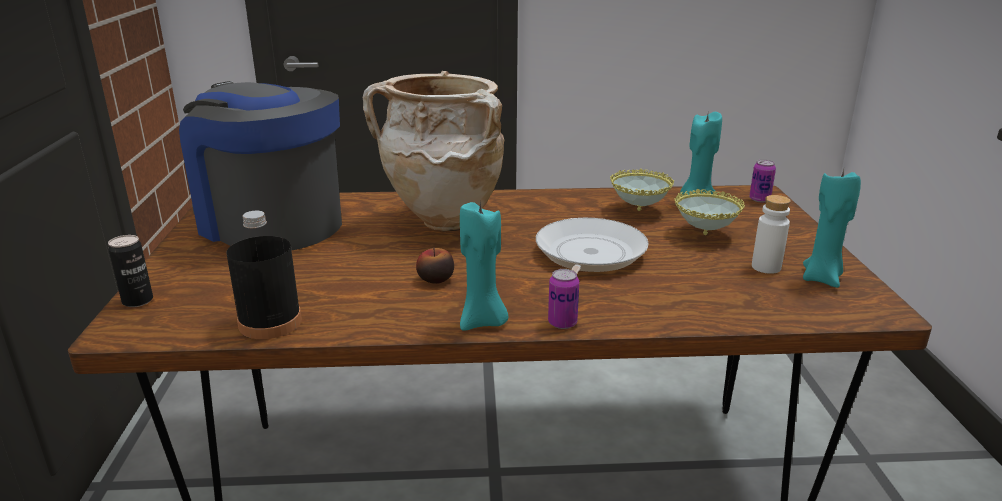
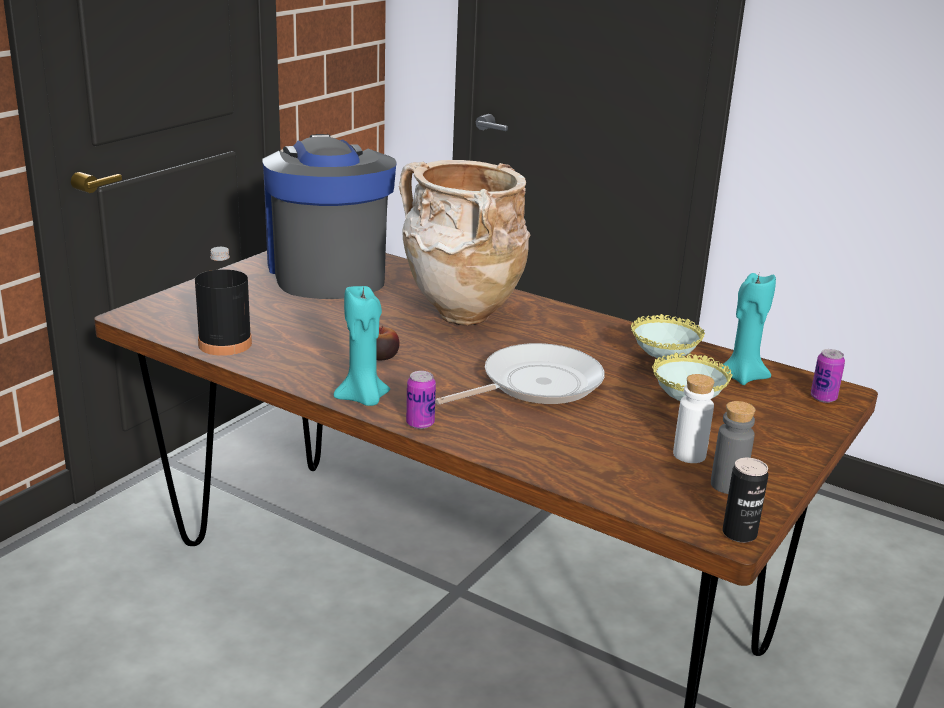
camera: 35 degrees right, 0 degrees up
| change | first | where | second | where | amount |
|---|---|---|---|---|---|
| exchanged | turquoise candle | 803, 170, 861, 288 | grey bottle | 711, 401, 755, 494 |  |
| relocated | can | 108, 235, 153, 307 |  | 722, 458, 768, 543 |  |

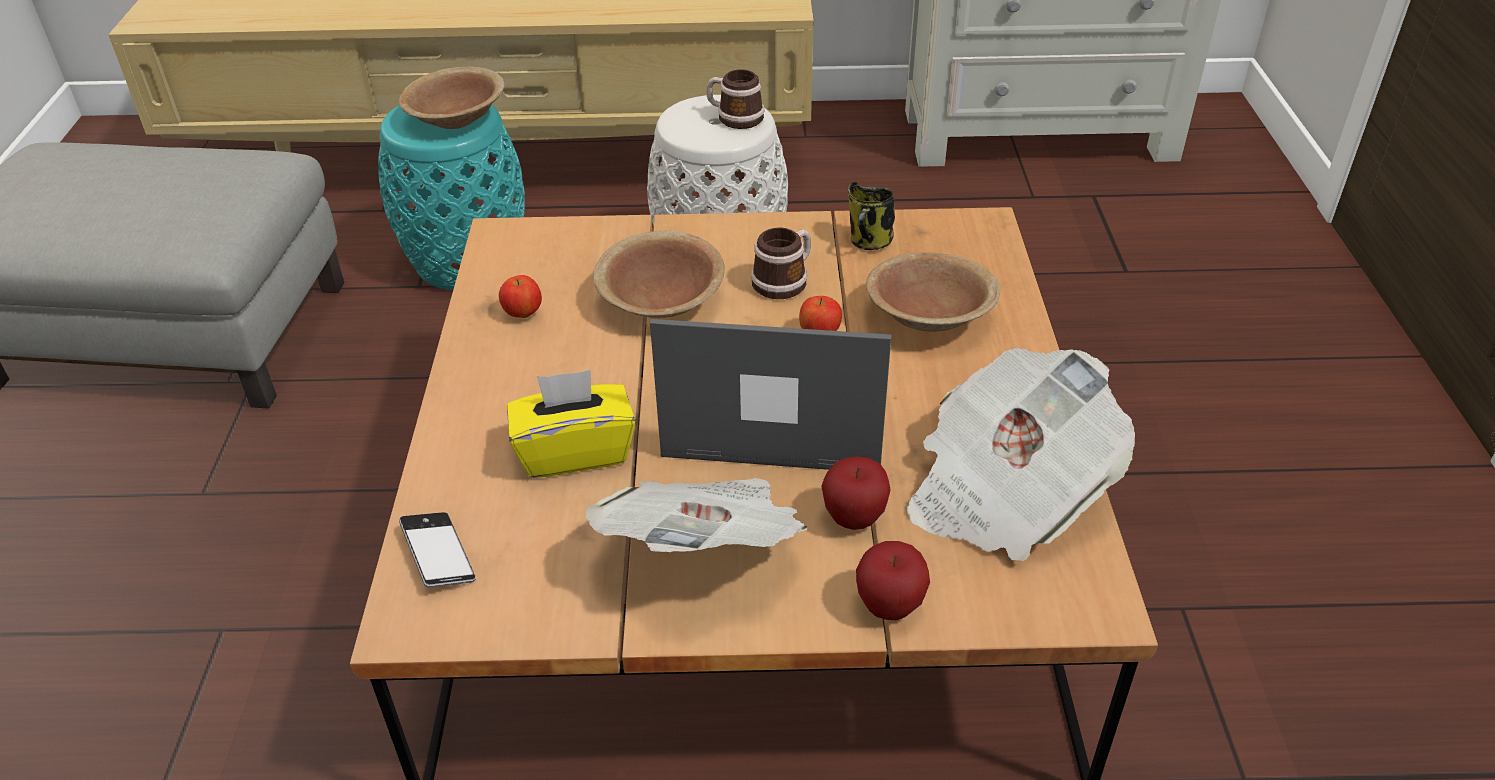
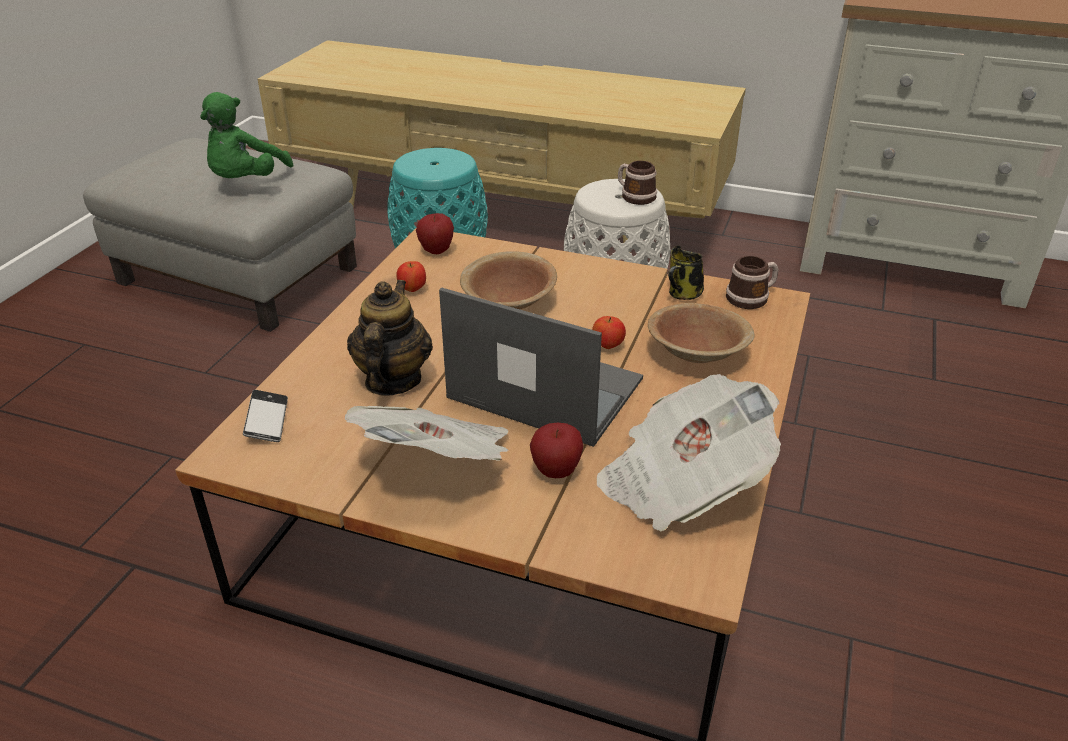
camera: 20 degrees right, 5 degrees down
| change | first | where | second | where | amount |
|---|---|---|---|---|---|
| missing | brown bowl | 399, 67, 505, 129 |  |  |  |
| relocated | mug | 751, 228, 811, 299 |  | 726, 256, 778, 309 |  |
| exchanged | yellow tissue box | 507, 370, 635, 478 | teapot | 347, 280, 433, 395 |  |
| relocated | apple | 856, 541, 930, 620 |  | 416, 213, 454, 254 |  |
| appeared |  |  | green plush toy | 200, 92, 294, 178 |  |

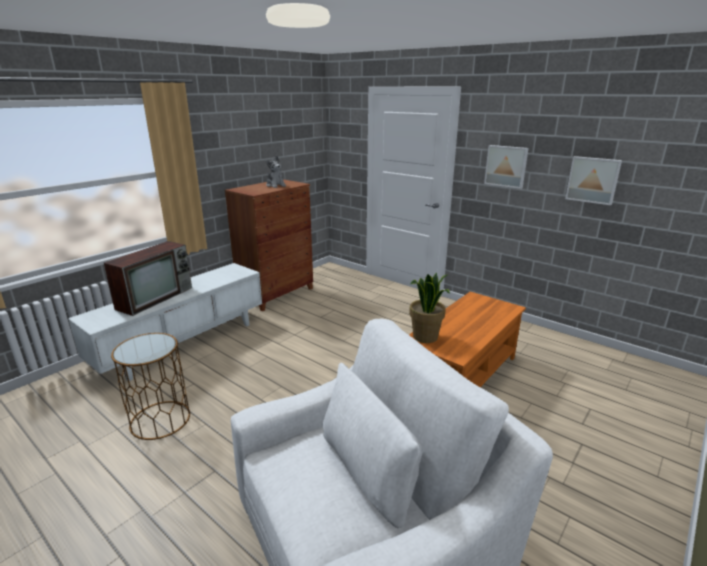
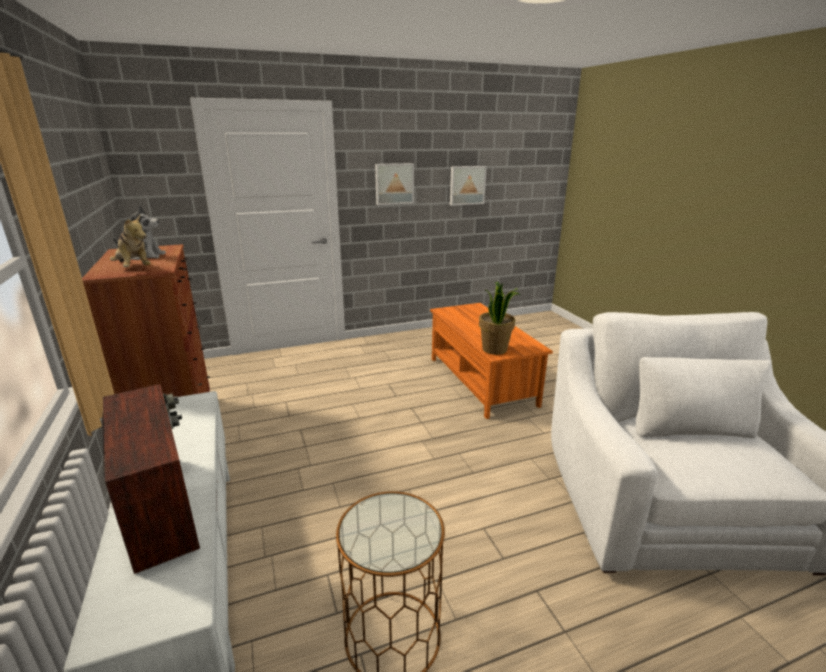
camera: 60 degrees left, 0 degrees up
| change | first | where | second | where | amount |
|---|---|---|---|---|---|
| appeared |  |  | plush toy | 110, 215, 151, 267 |  |

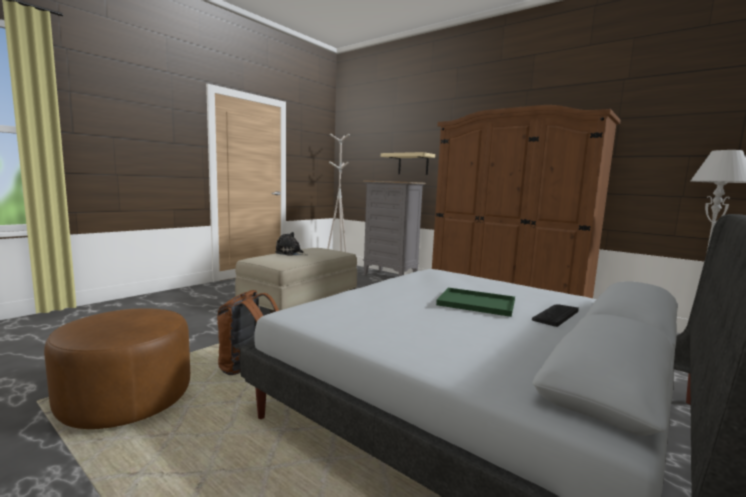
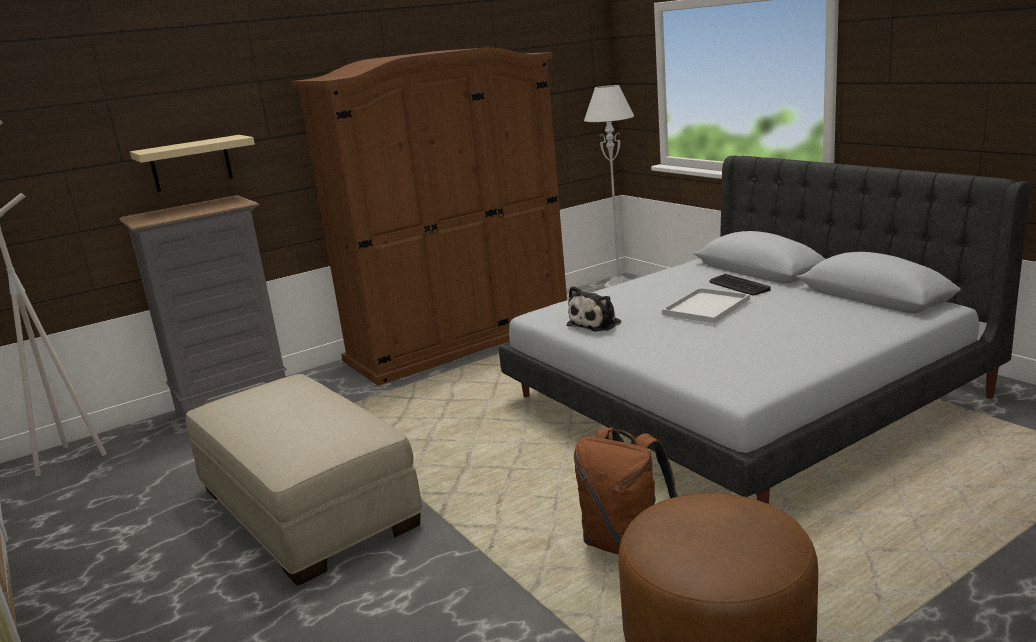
camera: 70 degrees left, 10 degrees up
| change | first | where | second | where | amount |
|---|---|---|---|---|---|
| relocated | plush toy | 275, 232, 308, 256 |  | 567, 286, 621, 332 |  |
| colour | green tray | 436, 288, 515, 317 | white tray | 662, 288, 750, 323 |  |

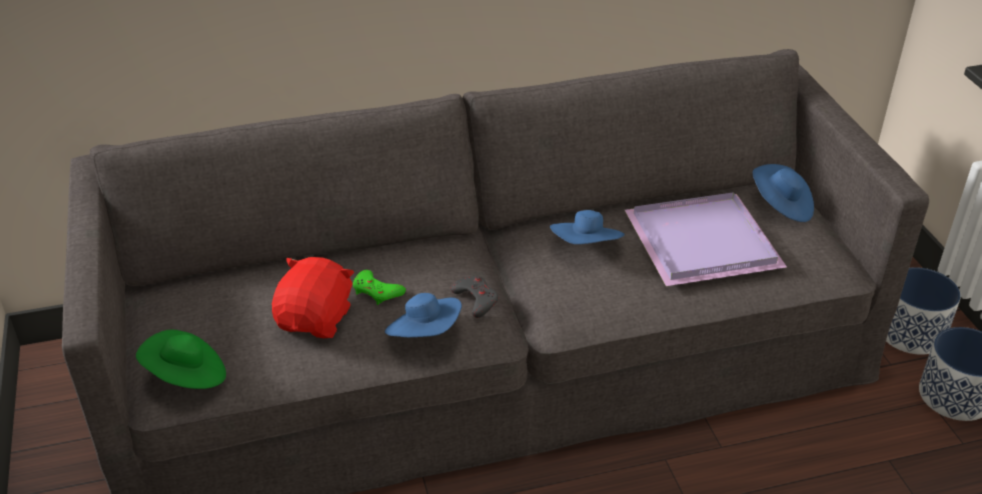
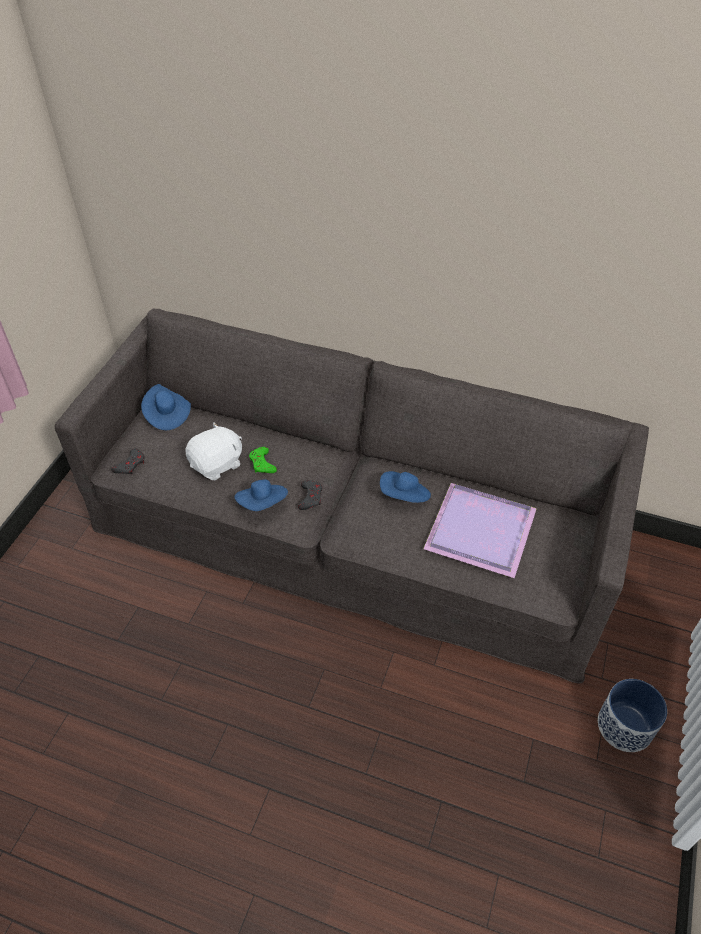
camera: 35 degrees right, 10 degrees up
| change | first | where | second | where | amount |
|---|---|---|---|---|---|
| relocated | blue hat | 753, 164, 814, 222 |  | 141, 384, 191, 430 |  |
| colour | red plush toy | 272, 257, 354, 338 | white plush toy | 185, 422, 242, 480 |  |
| missing | planter | 886, 267, 961, 355 |  |  |  |
| exchanged | green hat | 136, 329, 226, 389 | grey game controller | 111, 448, 145, 475 |  |

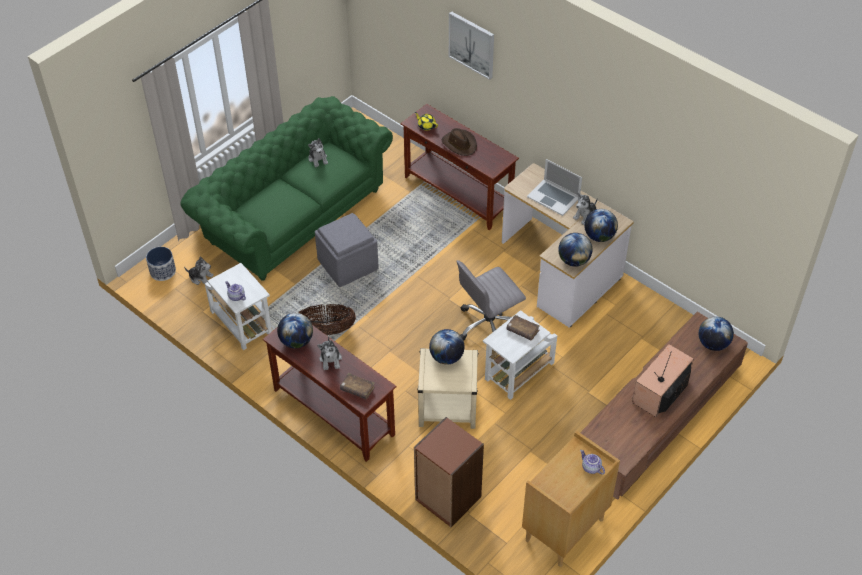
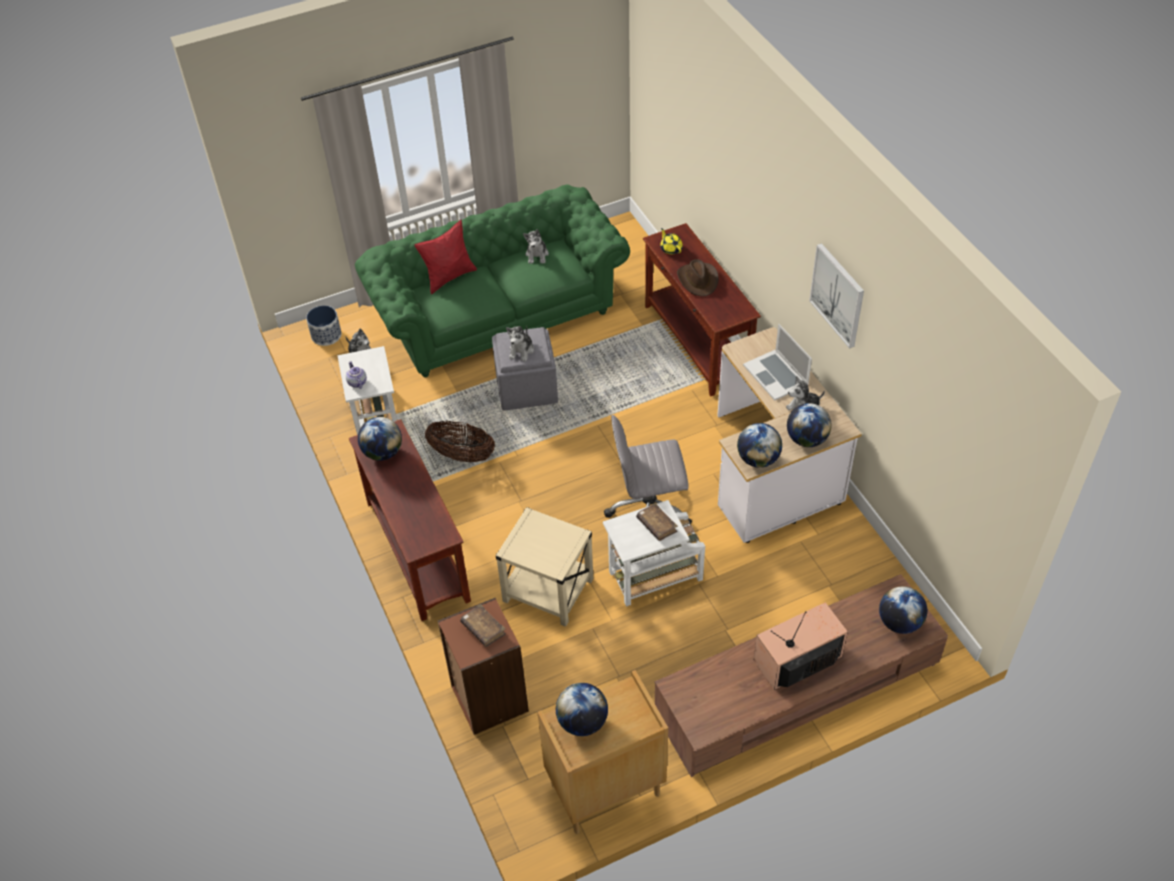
camera: 25 degrees right, 0 degrees up
| change | first | where | second | where | amount |
|---|---|---|---|---|---|
| relocated | picture | 449, 11, 494, 80 |  | 809, 243, 864, 349 |  |
| relocated | globe | 429, 329, 465, 364 |  | 556, 683, 608, 736 |  |
| relocated | plush toy | 317, 337, 342, 370 |  | 506, 326, 534, 362 |  |
| relocated | brown book | 340, 373, 375, 399 |  | 460, 604, 506, 647 |  |
| missing | teapot | 580, 450, 605, 475 |  |  |  |
| appeared |  |  | red pillow | 415, 220, 477, 294 |  |

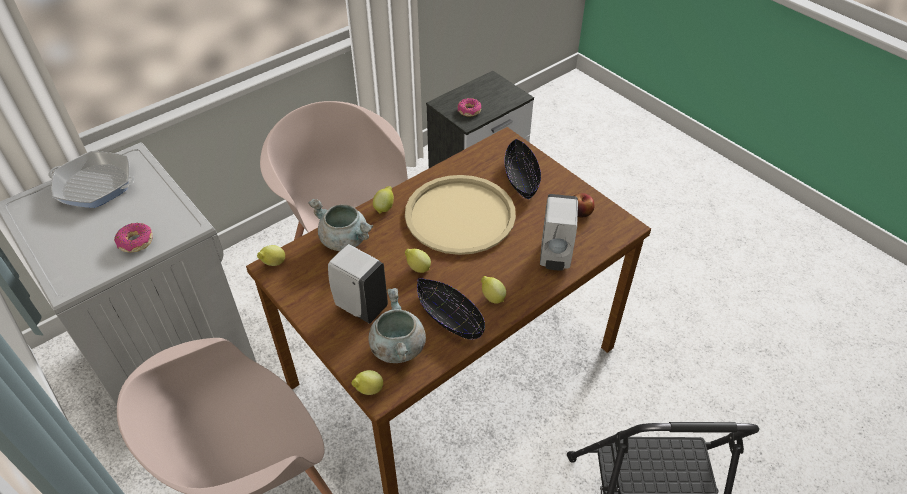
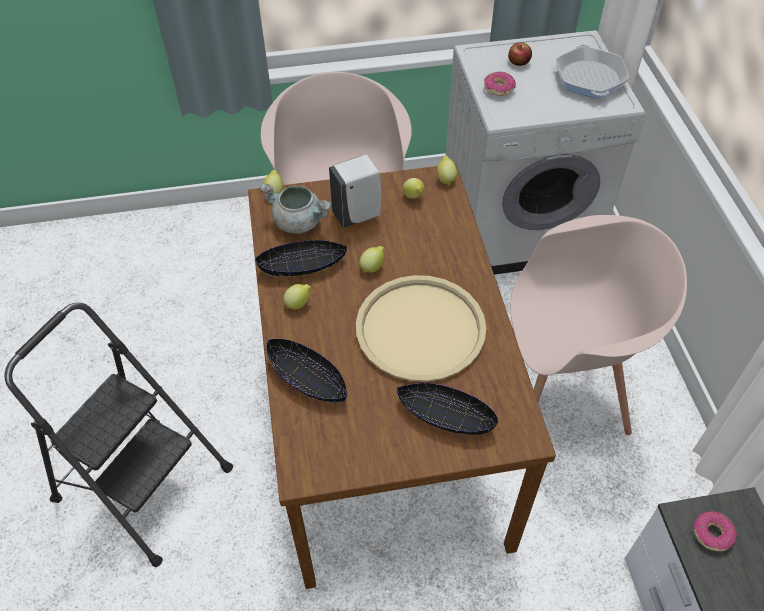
camera: 120 degrees right, 5 degrees up
| change | first | where | second | where | amount |
|---|---|---|---|---|---|
| spun | frying pan | 48, 151, 135, 208 |  | 556, 44, 630, 98 | 135 degrees clockwise |
| relocated | lemon | 373, 186, 394, 214 |  | 403, 178, 424, 199 |  |
| relocated | apple | 574, 193, 595, 217 |  | 508, 42, 532, 66 |  |
| exchanged | white soap dispenser | 540, 194, 578, 271 | black bowl | 266, 339, 347, 403 |  |
| missing | grey cooking pot | 308, 199, 373, 251 |  |  |  |

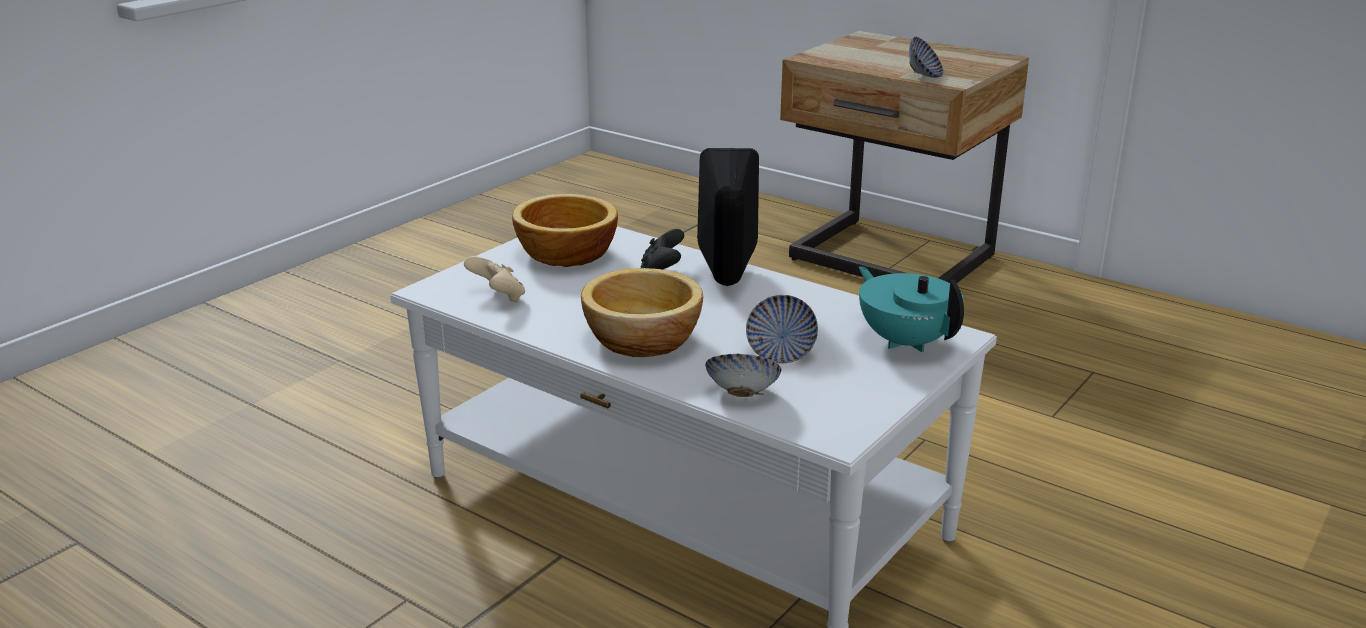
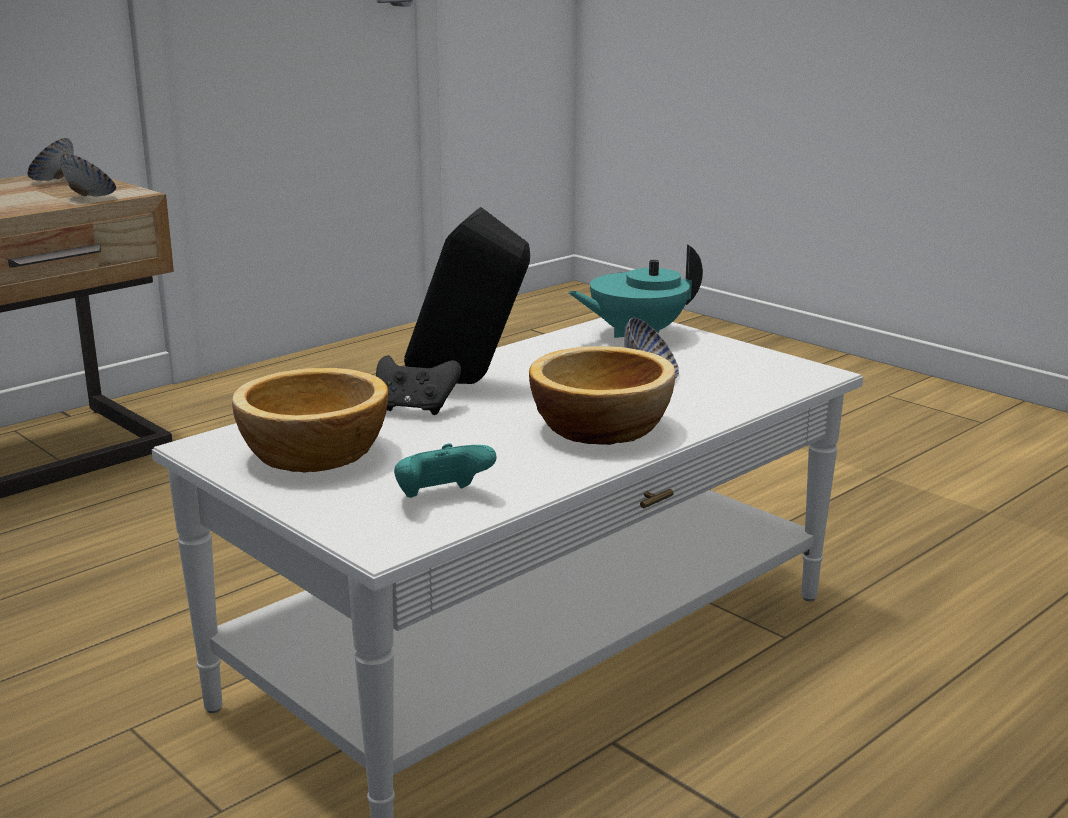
camera: 80 degrees left, 5 degrees down
| change | first | where | second | where | amount |
|---|---|---|---|---|---|
| colour | beige game controller | 464, 256, 525, 303 | turquoise game controller | 394, 444, 497, 498 |  |
| relocated | bowl | 705, 353, 782, 397 |  | 27, 138, 73, 181 |  |

